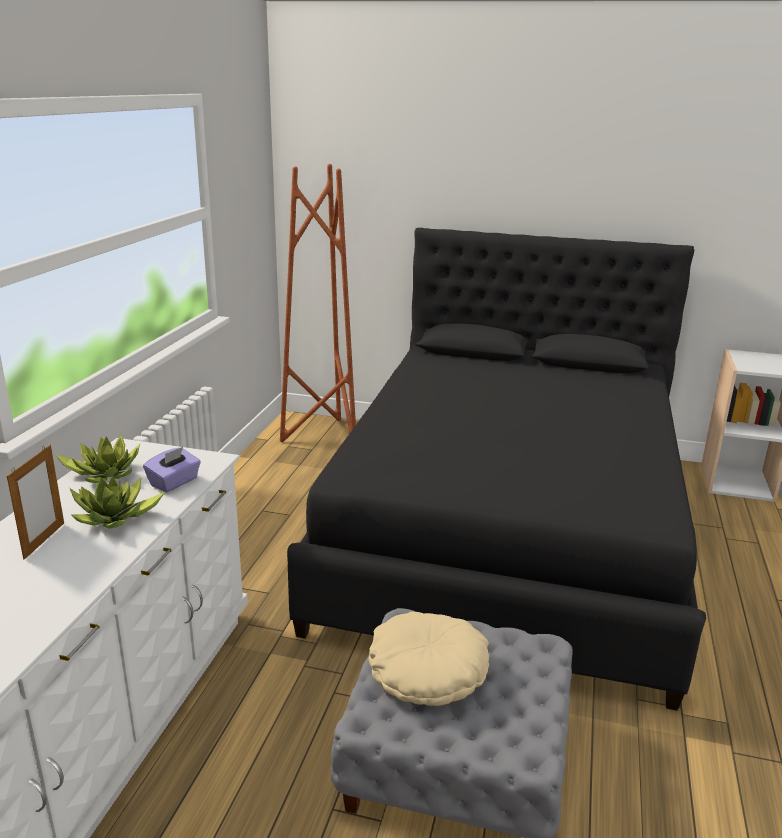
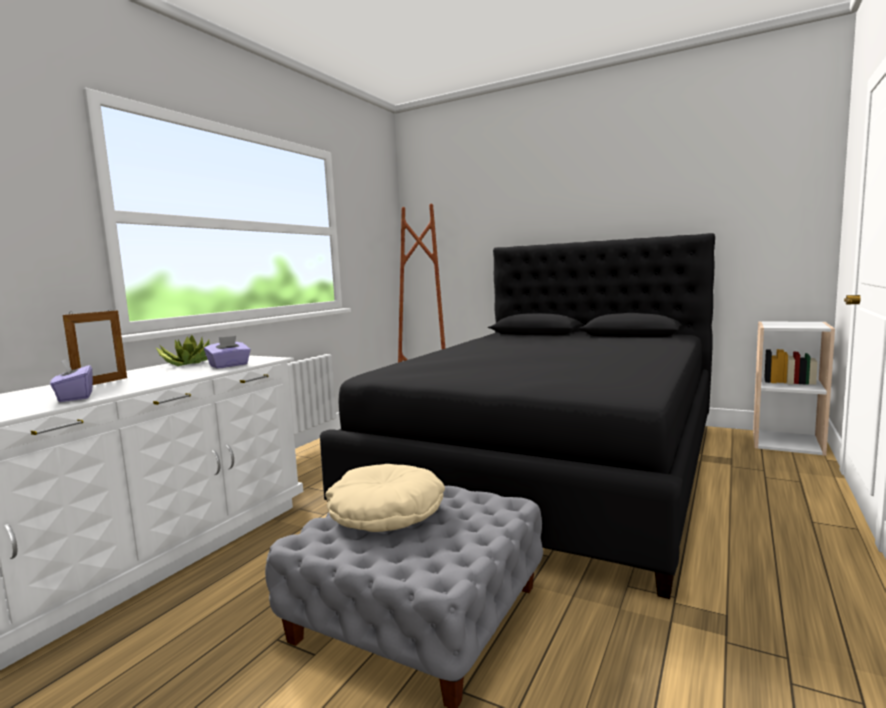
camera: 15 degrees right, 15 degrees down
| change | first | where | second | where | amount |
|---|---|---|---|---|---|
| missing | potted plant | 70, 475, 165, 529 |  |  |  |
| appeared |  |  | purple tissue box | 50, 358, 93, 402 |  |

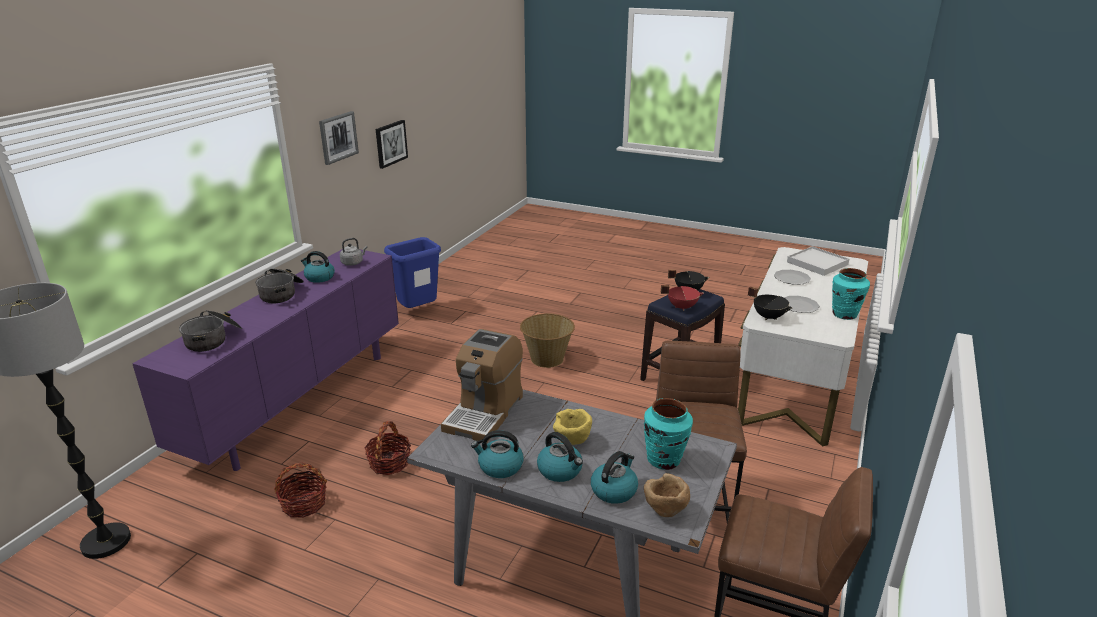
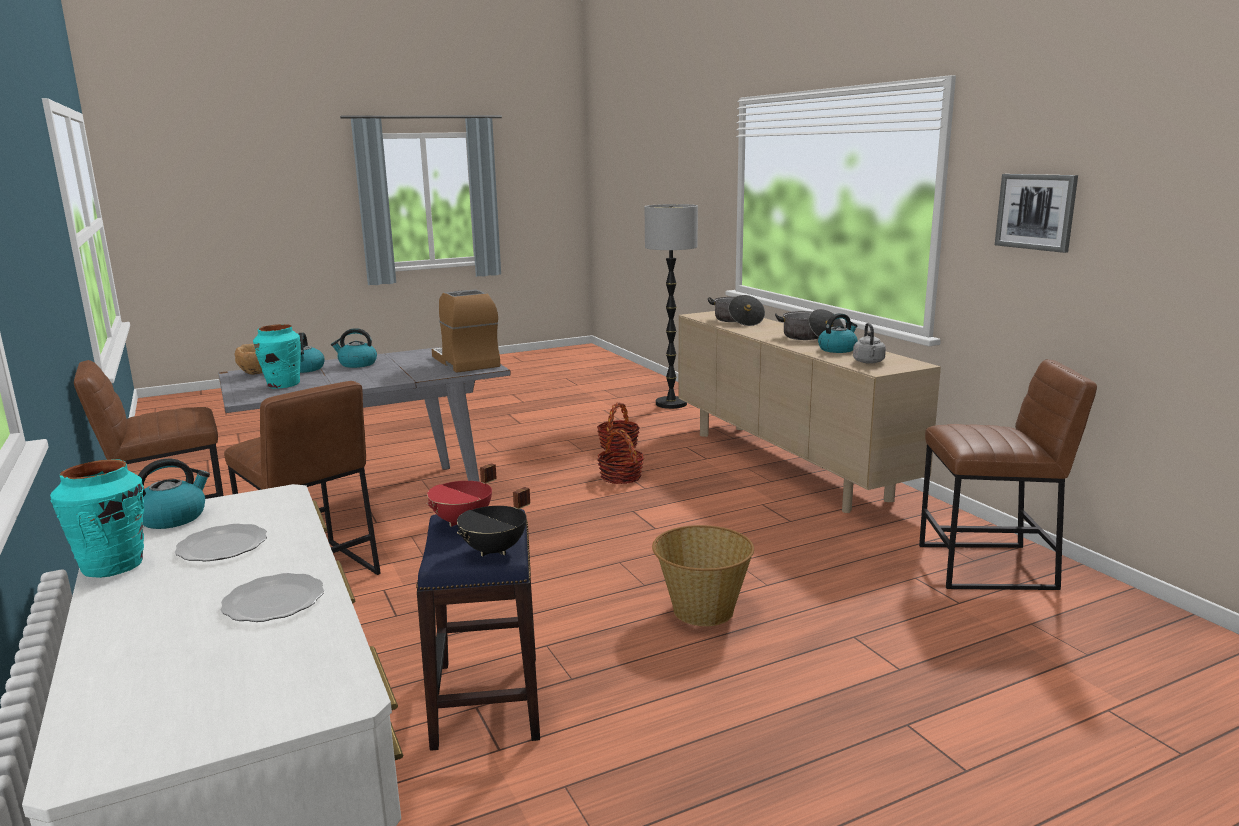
camera: 130 degrees right, 10 degrees down
| change | first | where | second | where | amount |
|---|---|---|---|---|---|
| missing | picture | 376, 120, 408, 169 |  |  |  |
| exchanged | blue trash can | 384, 237, 441, 308 | brown chair | 919, 359, 1097, 590 |  |
| missing | white tray | 787, 246, 849, 276 |  |  |  |
| colour | purple cabinet | 132, 249, 399, 471 | beige cabinet | 679, 311, 941, 513 |  |
| missing | black cooking pot | 748, 287, 792, 320 |  |  |  |
| missing | yellow bowl | 553, 409, 592, 445 |  |  |  |
| relocated | kettle | 471, 430, 524, 478 |  | 138, 459, 210, 529 |  |

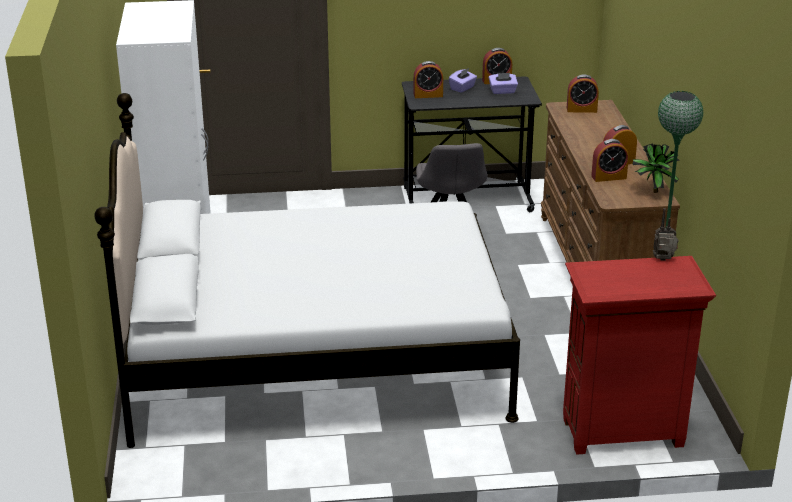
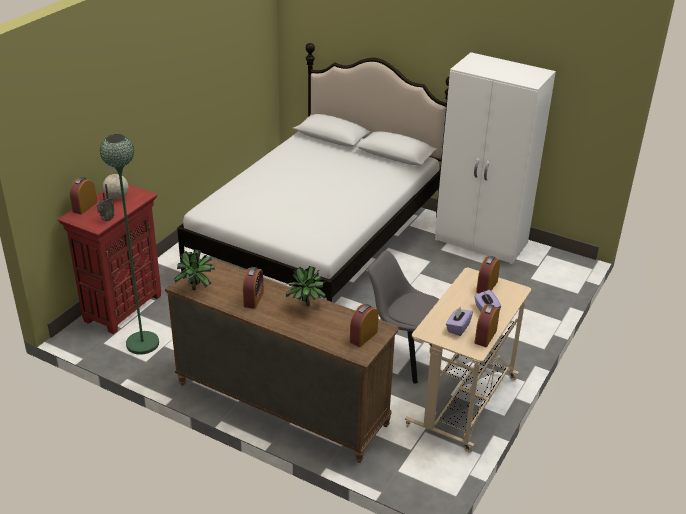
camera: 125 degrees right, 5 degrees up
| change | first | where | second | where | amount |
|---|---|---|---|---|---|
| colour | black desk | 402, 76, 542, 212 | beige desk | 405, 268, 531, 453 |  |
| relocated | alarm clock | 591, 139, 629, 182 |  | 70, 177, 97, 215 |  |
| appeared |  |  | globe | 103, 165, 128, 199 |  |
| appeared |  |  | potted plant | 286, 266, 325, 306 |  |

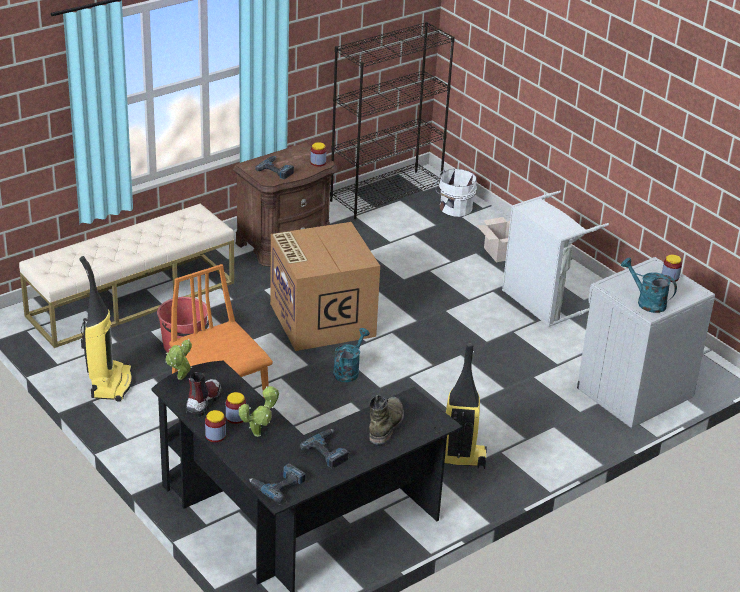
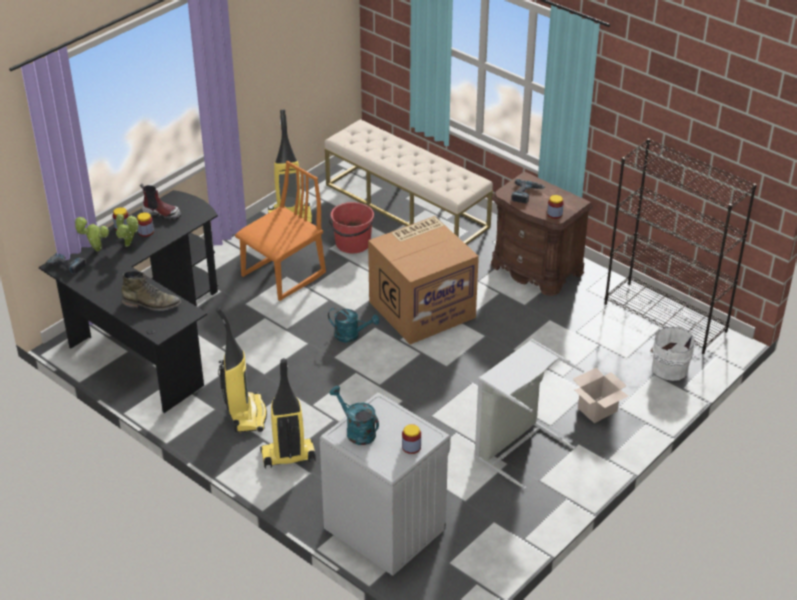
camera: 80 degrees right, 5 degrees up
| change | first | where | second | where | amount |
|---|---|---|---|---|---|
| spun | turquoise watering can | 621, 257, 677, 313 |  | 329, 386, 379, 445 | 75 degrees counterclockwise |
| relocated | potted plant | 166, 339, 192, 380 |  | 75, 217, 109, 252 |  |
| missing | power drill | 300, 429, 349, 468 |  |  |  |
| appeared |  |  | vacuum cleaner | 260, 358, 316, 469 |  |

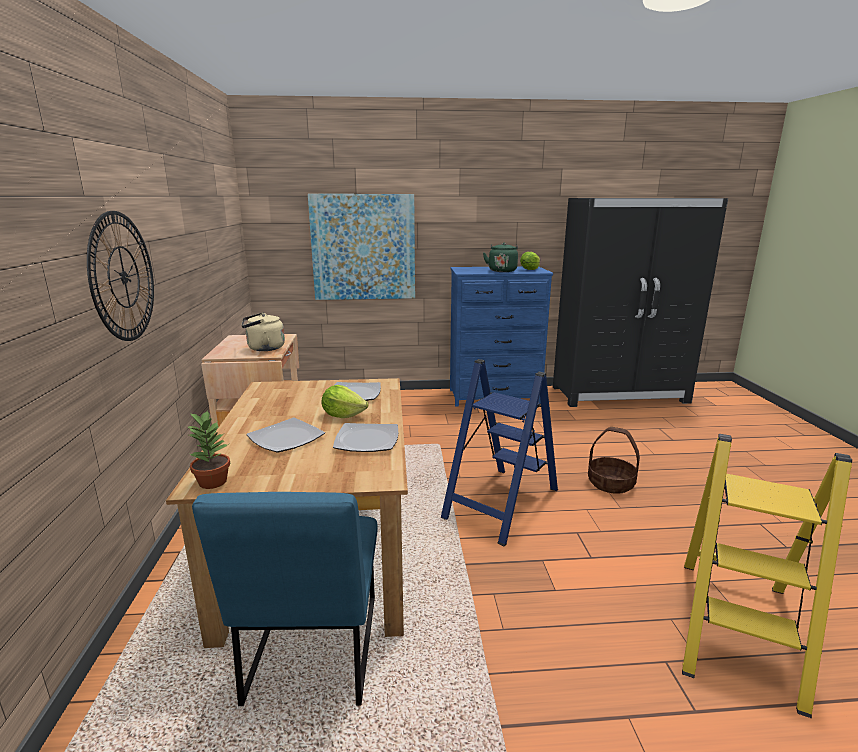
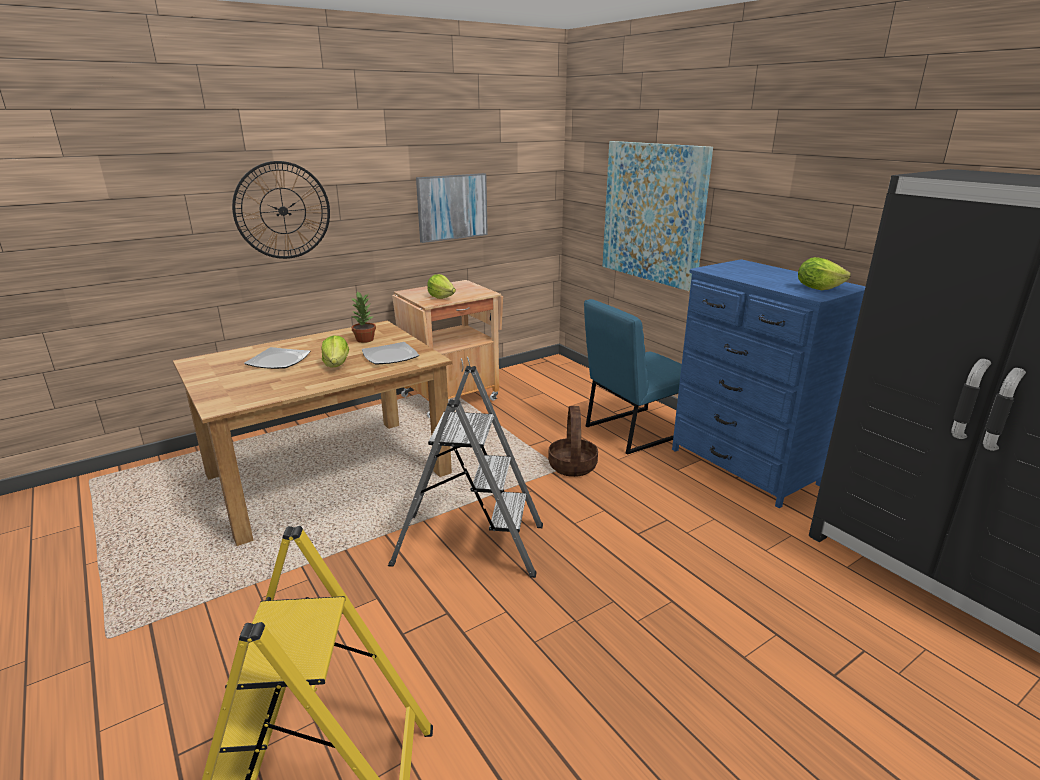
camera: 60 degrees right, 5 degrees up
| change | first | where | second | where | amount |
|---|---|---|---|---|---|
| missing | green kettle | 483, 243, 518, 272 |  |  |  |
| exchanged | beige kettle | 241, 312, 285, 351 | lettuce | 427, 274, 456, 299 |  |
| colour | blue step ladder | 441, 359, 558, 546 | grey step ladder | 388, 366, 543, 578 |  |
| relocated | potted plant | 186, 411, 230, 489 |  | 351, 291, 376, 343 |  |
| missing | plate | 333, 423, 398, 452 |  |  |  |
| relocated | basket | 588, 427, 640, 494 |  | 548, 406, 598, 477 |  |
| relocated | blue chair | 192, 492, 378, 706 |  | 584, 299, 682, 455 |  |
| appeared |  |  | picture | 416, 173, 488, 243 |  |

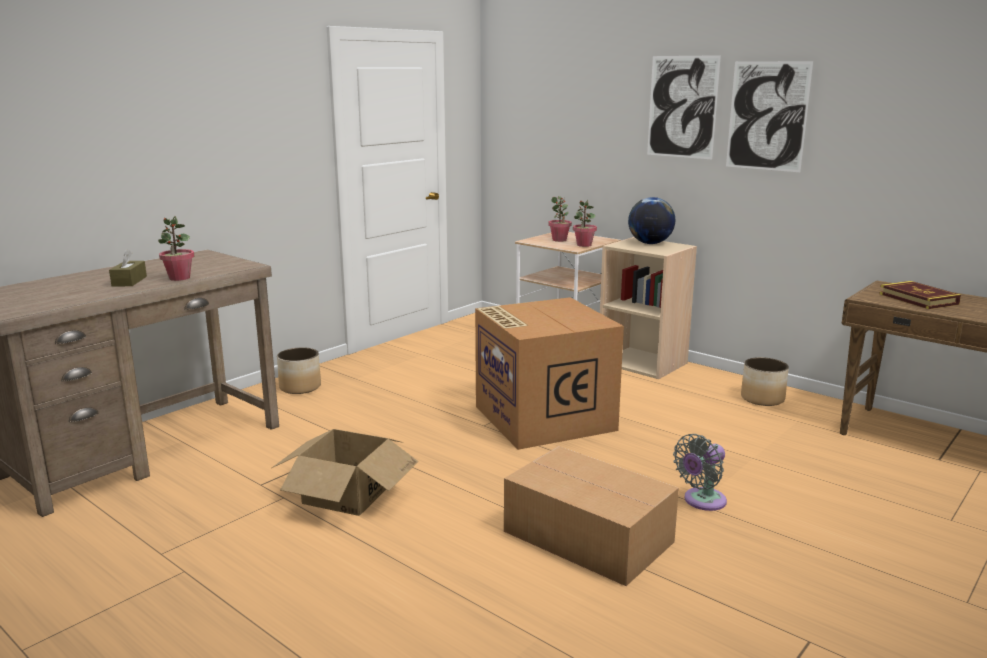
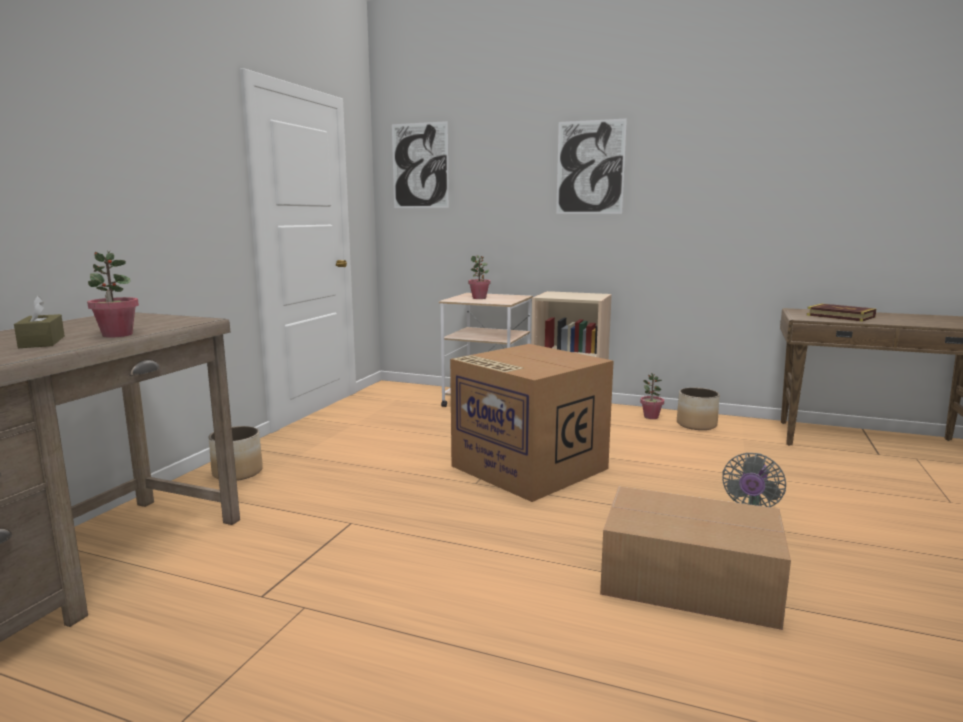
camera: 20 degrees left, 5 degrees down
| change | first | where | second | where | amount |
|---|---|---|---|---|---|
| relocated | picture | 726, 61, 813, 172 |  | 392, 121, 449, 208 |  |
| missing | globe | 628, 197, 675, 244 |  |  |  |
| relocated | potted plant | 573, 200, 597, 247 |  | 640, 373, 664, 419 |  |
| missing | cardboard box | 272, 429, 418, 516 |  |  |  |

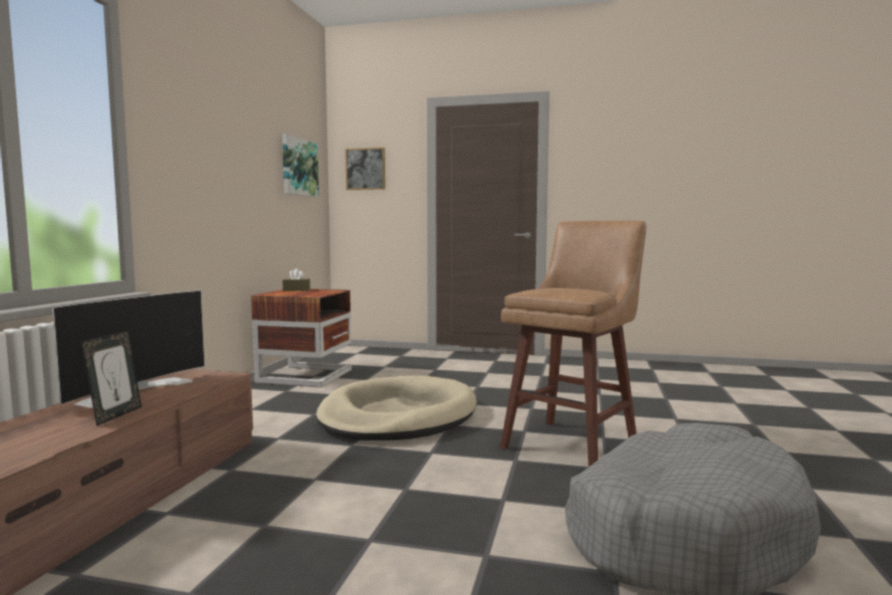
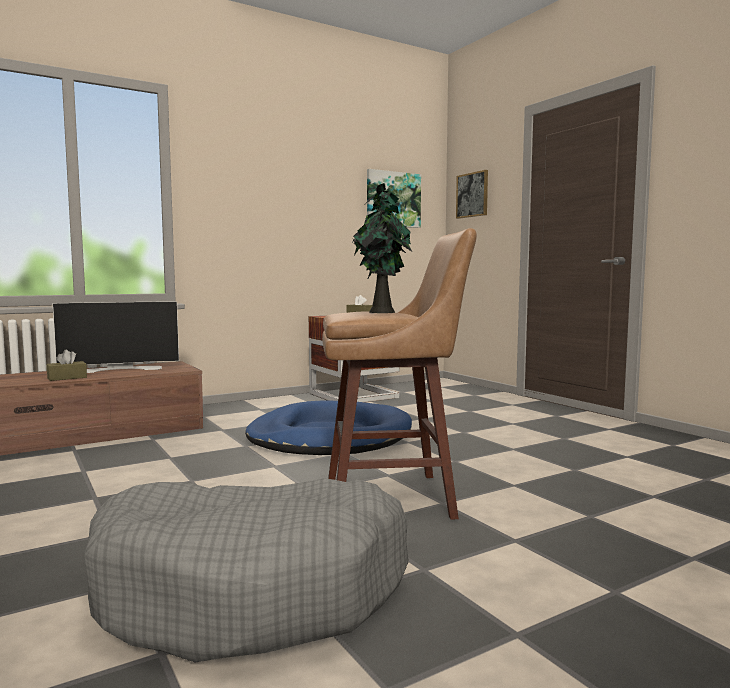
camera: 45 degrees right, 0 degrees up
| change | first | where | second | where | amount |
|---|---|---|---|---|---|
| exchanged | picture frame | 81, 330, 142, 426 | brown tissue box | 46, 350, 87, 381 |  |
| colour | beige dog bed | 316, 375, 477, 441 | blue dog bed | 245, 400, 412, 455 |  |
| appeared |  |  | potted plant | 351, 183, 412, 313 |  |

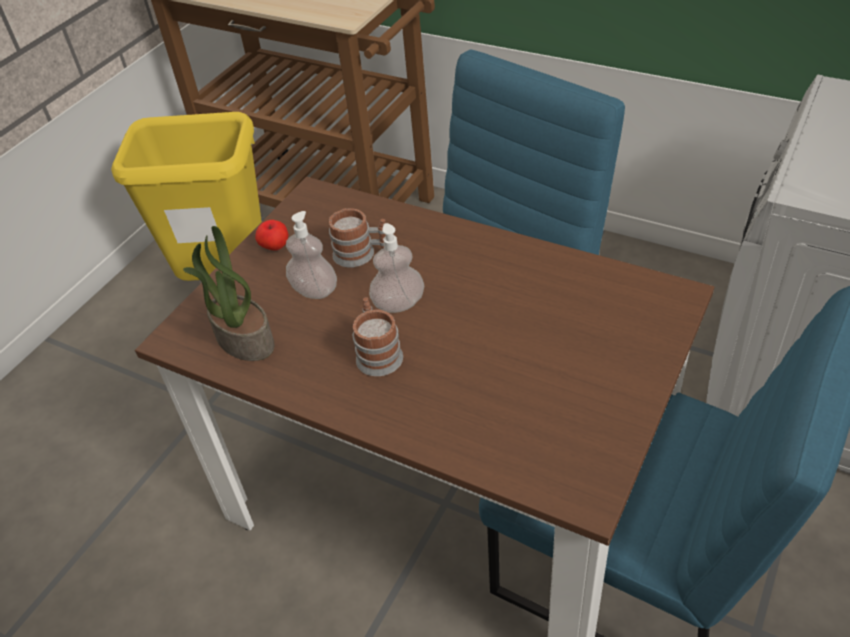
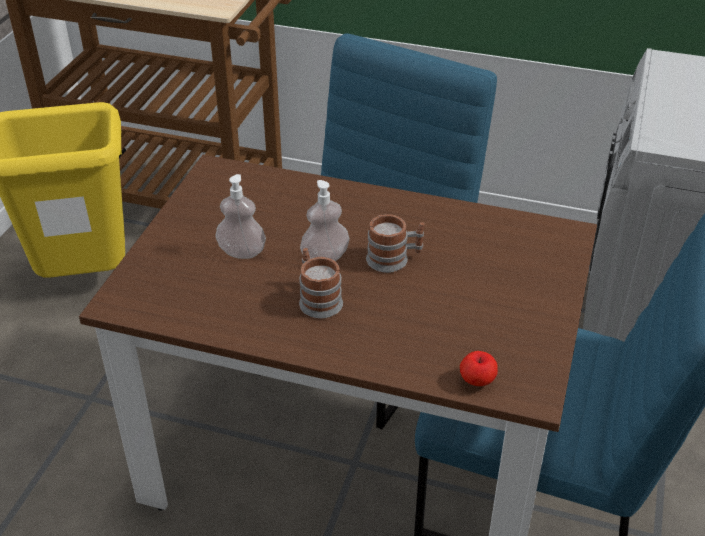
camera: 15 degrees left, 5 degrees down
| change | first | where | second | where | amount |
|---|---|---|---|---|---|
| relocated | mug | 329, 208, 386, 268 |  | 366, 215, 425, 273 |  |
| relocated | apple | 255, 220, 289, 250 |  | 460, 351, 498, 386 |  |
| missing | potted plant | 183, 226, 275, 361 |  |  |  |

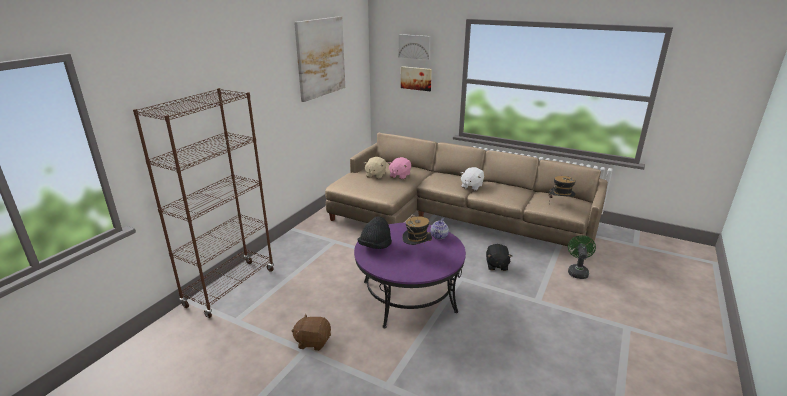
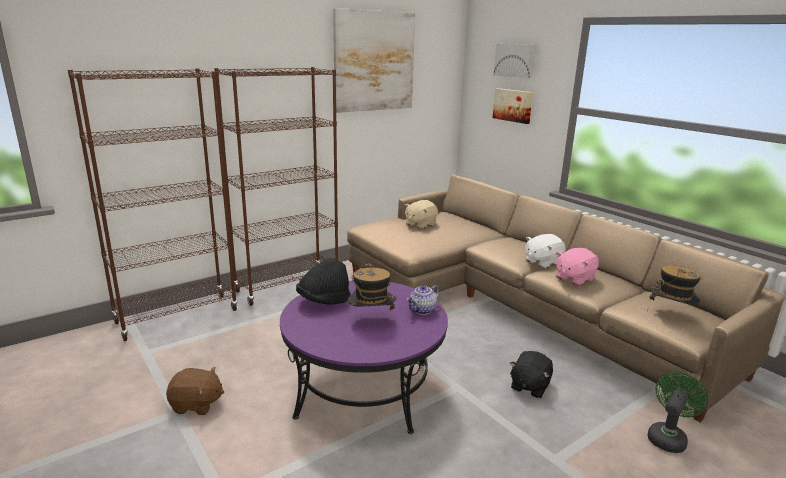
camera: 25 degrees right, 5 degrees down
| change | first | where | second | where | amount |
|---|---|---|---|---|---|
| relocated | pink plush toy | 388, 157, 411, 180 |  | 556, 248, 599, 286 |  |
| spun | brown plush toy | 291, 314, 331, 351 |  | 166, 367, 224, 415 | 150 degrees clockwise |
| appeared |  |  | brown bookcase | 214, 67, 338, 306 |  |

